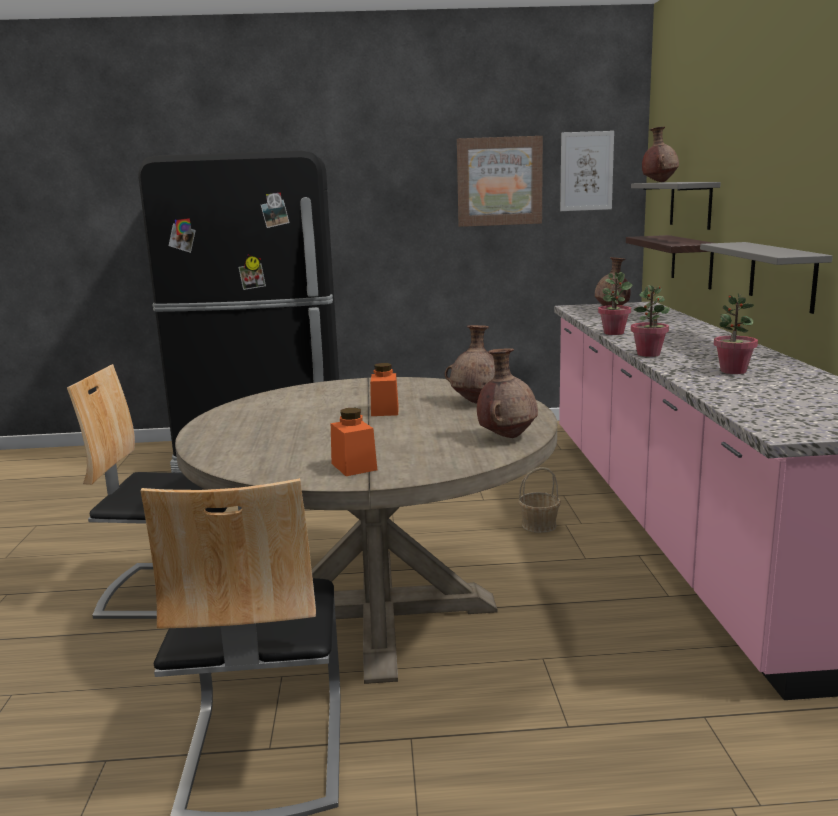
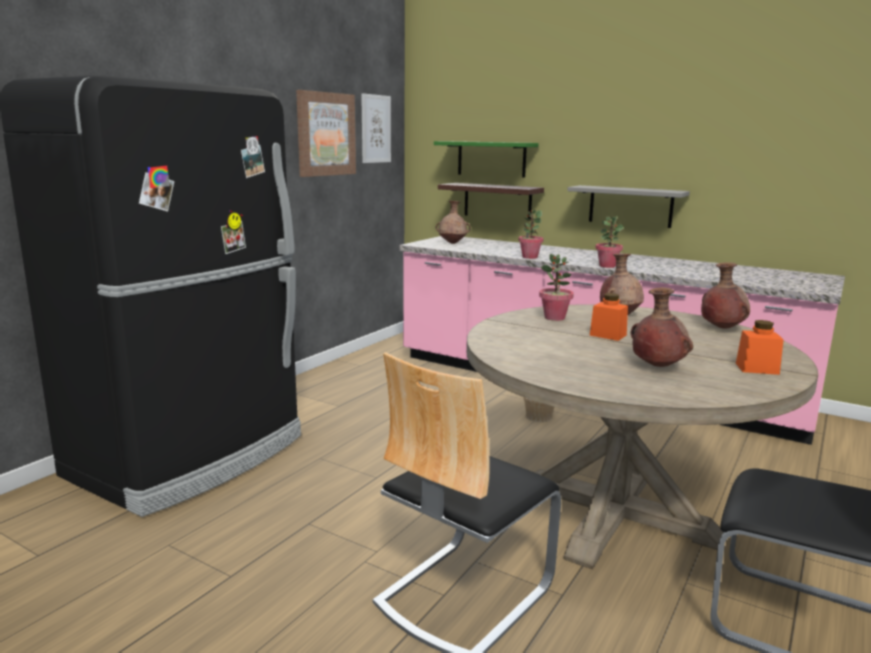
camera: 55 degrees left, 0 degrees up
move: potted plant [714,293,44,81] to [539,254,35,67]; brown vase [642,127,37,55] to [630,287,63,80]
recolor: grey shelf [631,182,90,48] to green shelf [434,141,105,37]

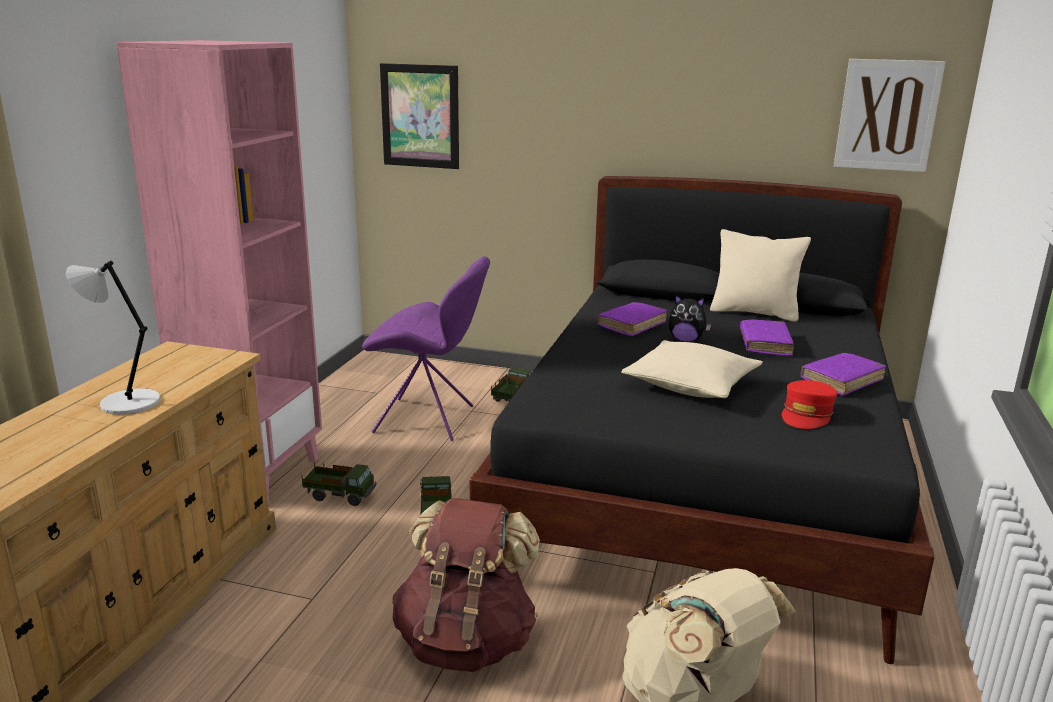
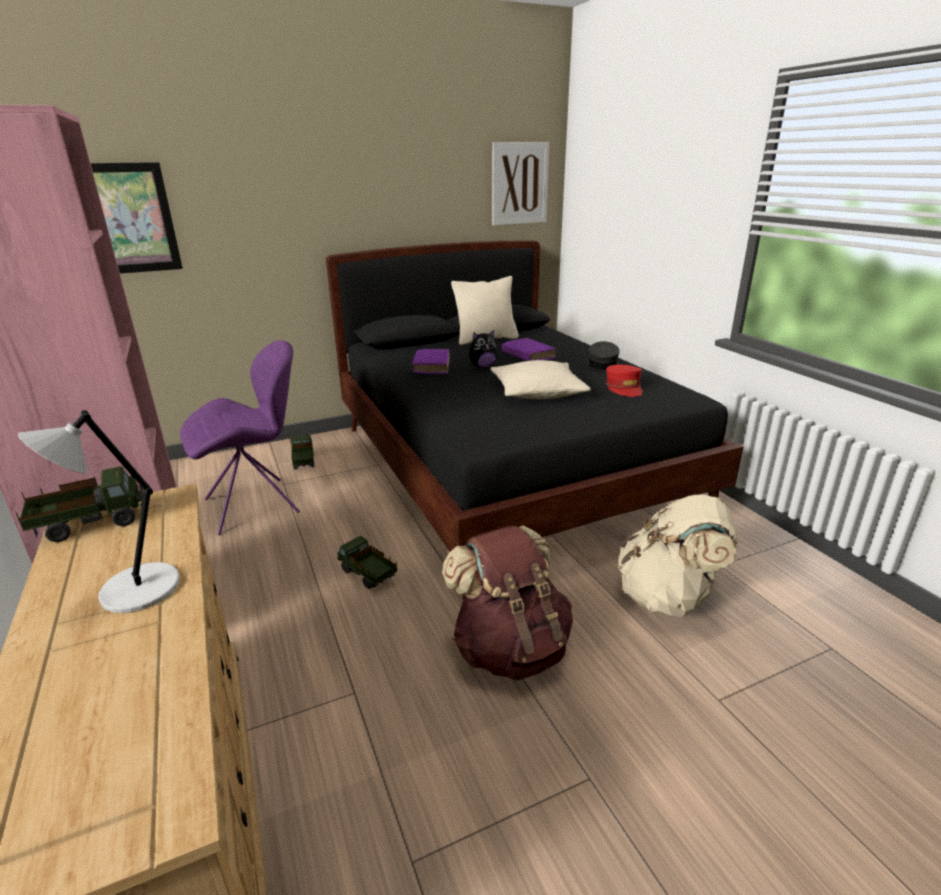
camera: 40 degrees left, 5 degrees up
move: toy truck [302,462,74,44] to [16,467,128,75]
replace: purple book [801,353,85,43] to grey cap [588,341,32,29]

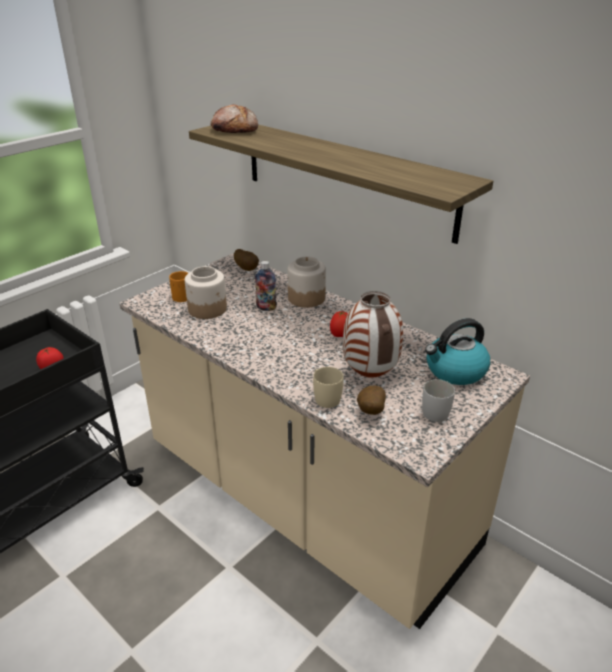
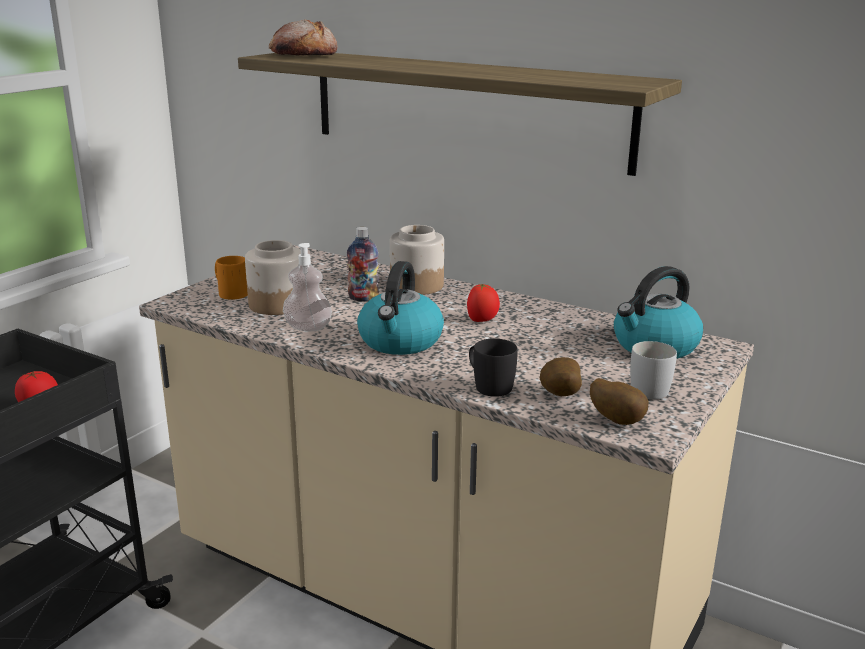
camera: 10 degrees left, 10 degrees down
delete: vase [343,291,60,87]
insert: soap dispenser [283,243,49,89]; kettle [357,261,87,94]
move: potato [234,249,25,22] to [590,378,59,47]
recolor: beige mug [313,367,31,41] to black mug [469,338,49,59]

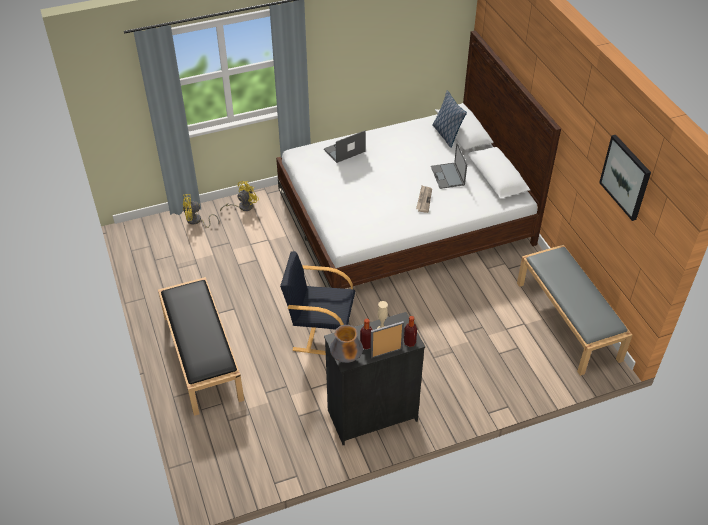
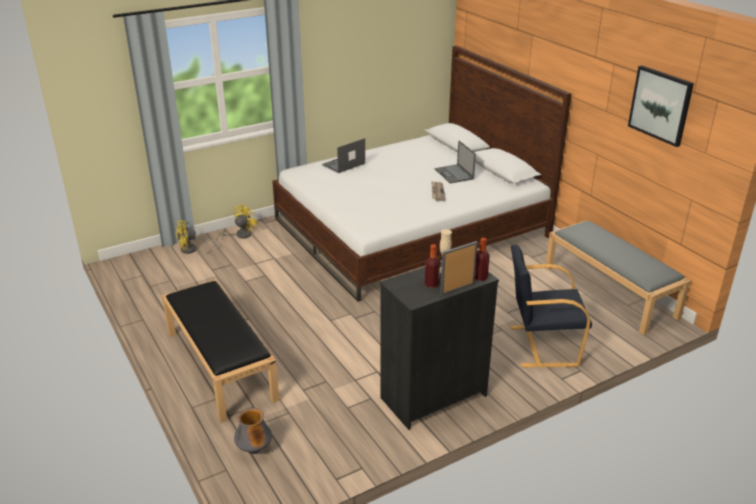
camera: 10 degrees left, 15 degrees down
delete: pillow [433,91,34,57]
move: vase [330,325,33,38] to [234,408,38,46]; black armchair [280,251,75,104] to [510,245,82,122]

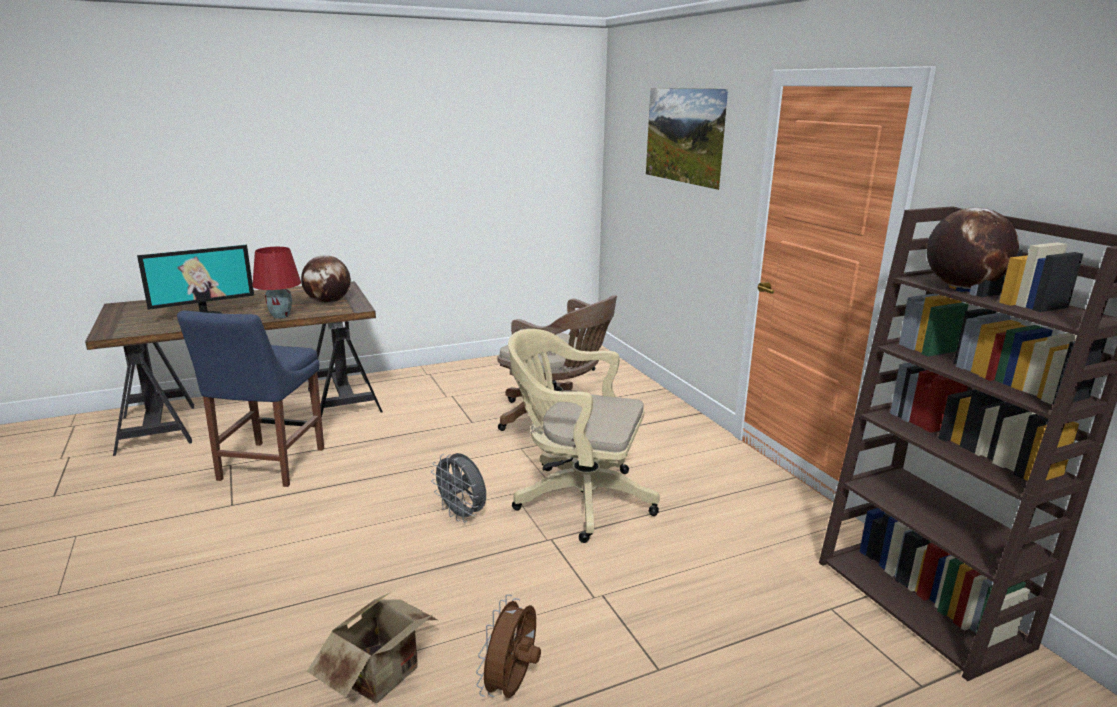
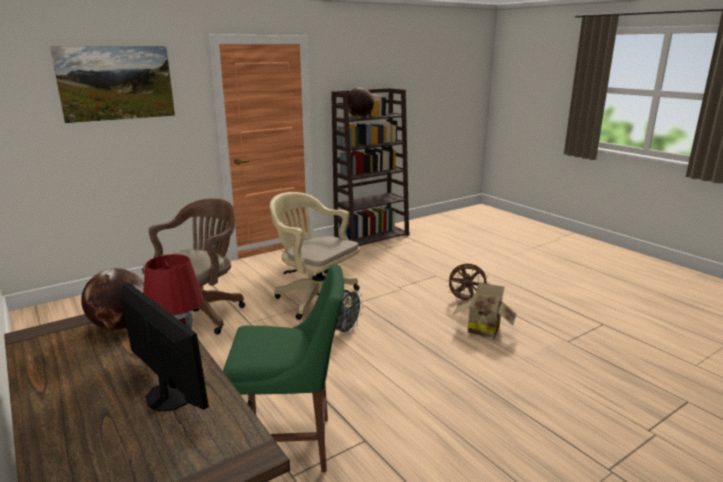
camera: 100 degrees left, 0 degrees up
recolor: blue chair [177,310,147,177] to green chair [223,264,121,208]
rotate: beige office chair [508,329,152,214] = [270,192,90,128] 120 degrees clockwise

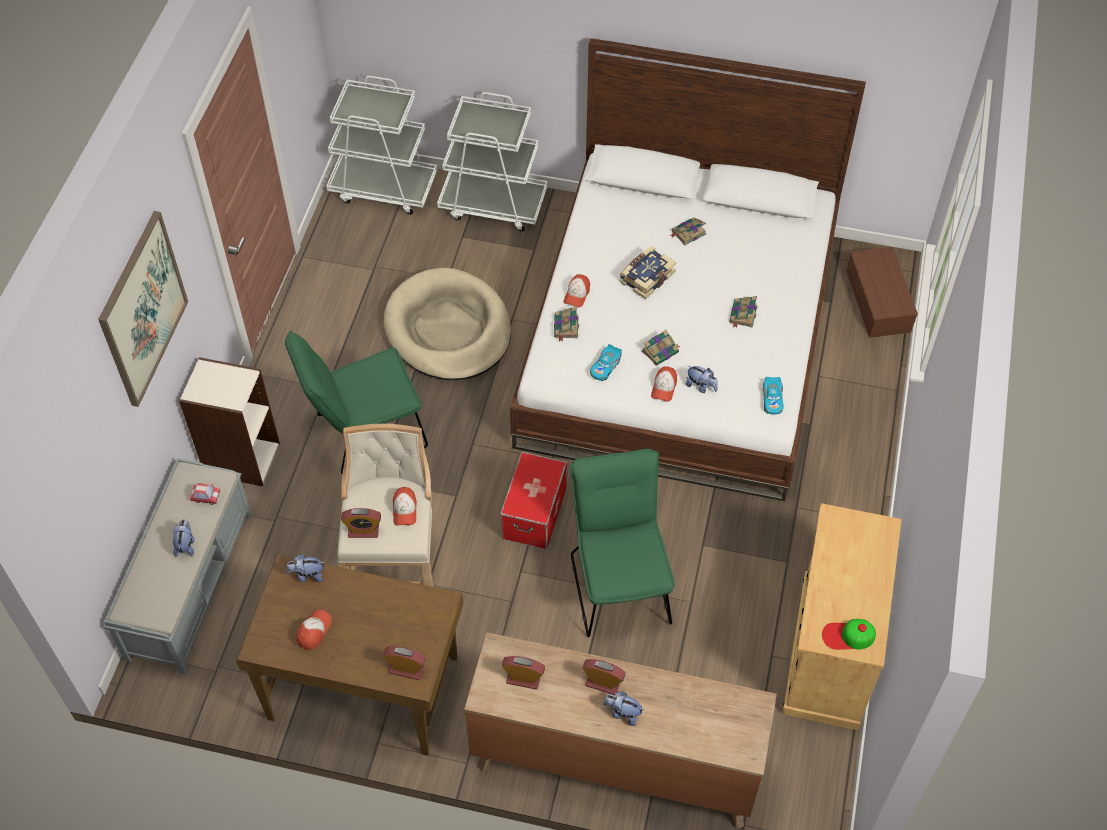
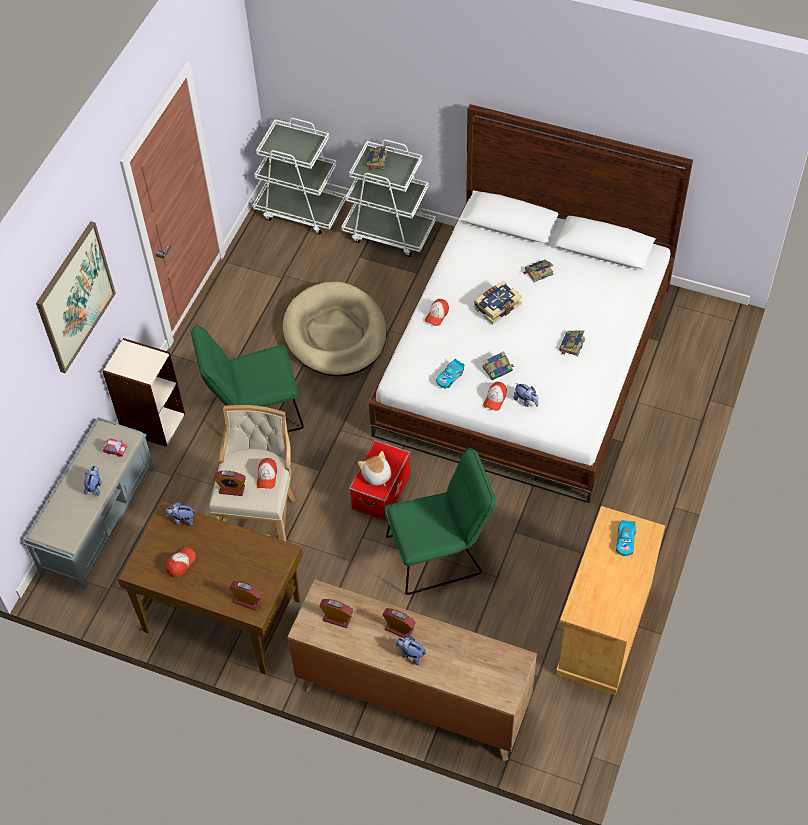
camera: 10 degrees right, 0 degrees up
delete: cap [822,619,54,31]; brown storage box [846,247,72,91]
insert: plush toy [358,451,33,35]
move: book [554,306,25,35] to [366,145,22,25]; toy car [763,377,21,38] to [616,520,20,36]
rotate: green chair [570,449,105,188] = [385,447,111,148] 75 degrees clockwise

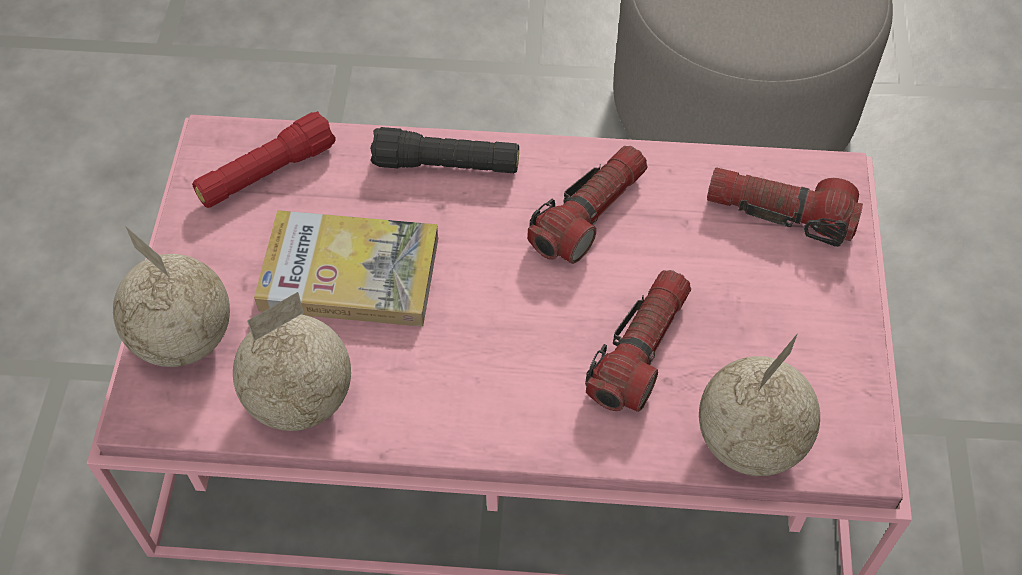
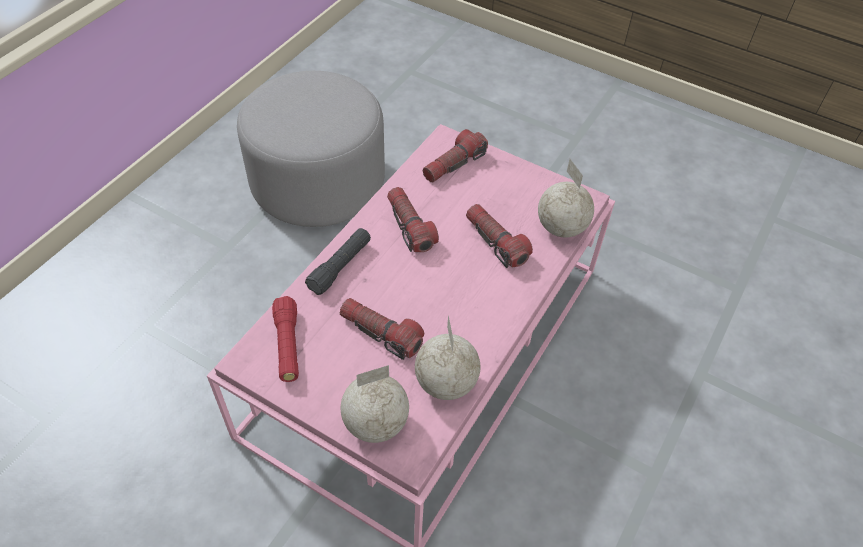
camera: 65 degrees left, 5 degrees down
replace: book [254,210,185,116] to flashlight [340,298,84,62]

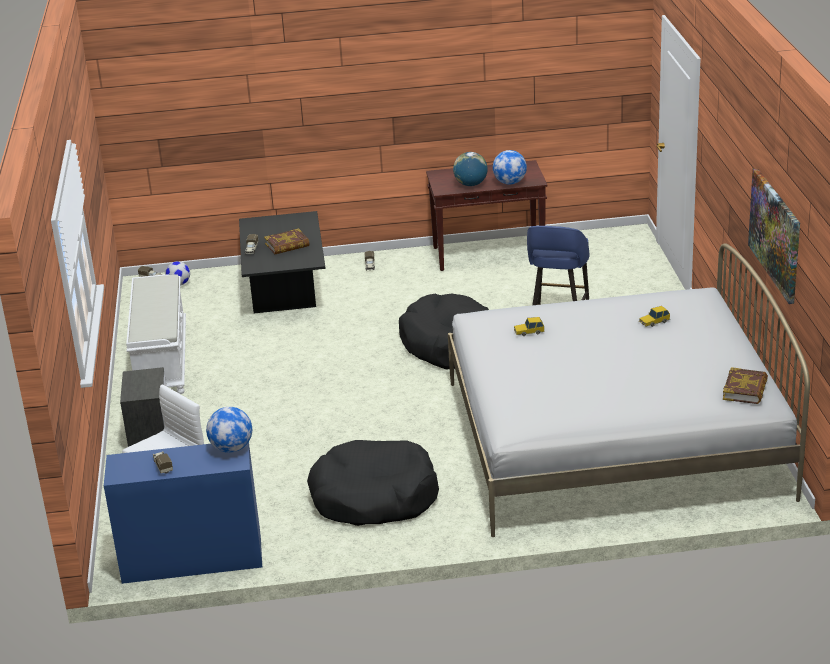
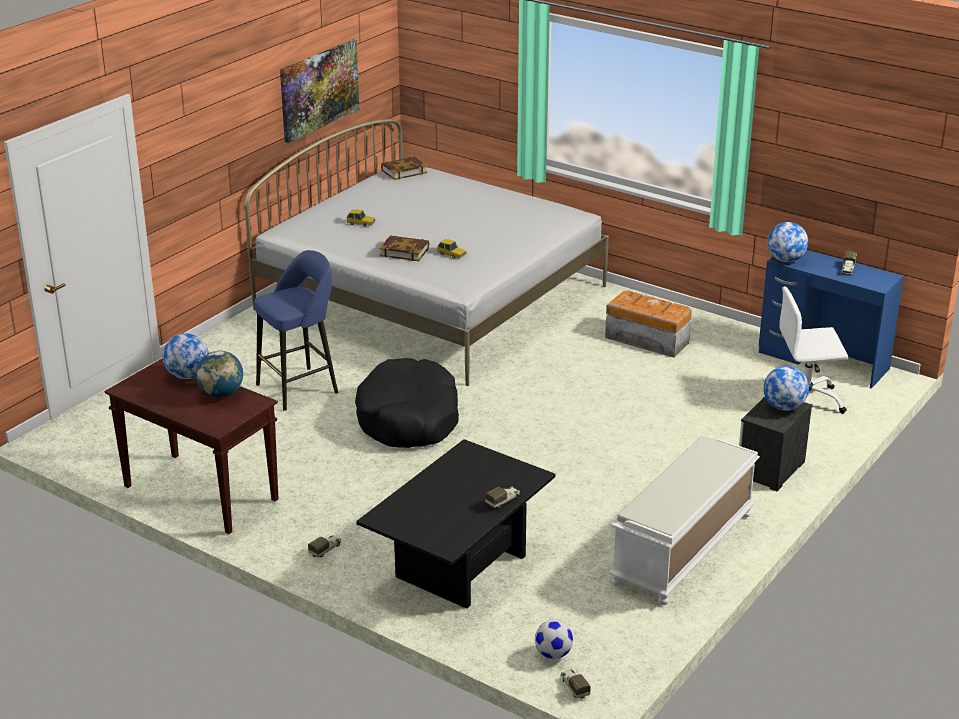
camera: 140 degrees left, 0 degrees up
insert: globe [764,366,45,45]
move: book [264,228,46,26] to [379,236,50,25]
replace: black dog bed [307,440,132,86] to storage box [605,291,87,67]

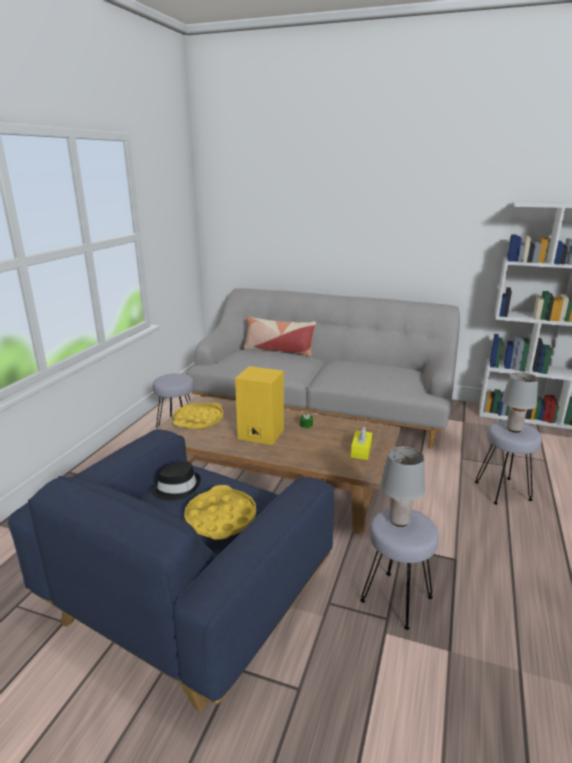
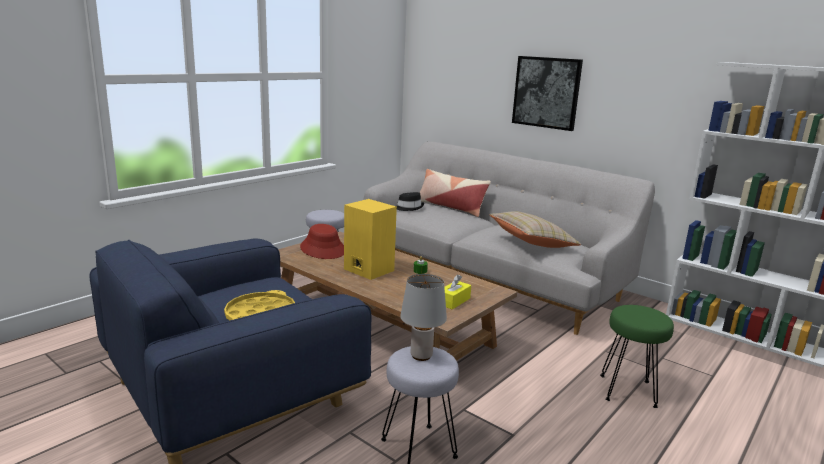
camera: 20 degrees right, 5 degrees down
delete: grey table lamp [502,372,36,61]
insert: beige pillow [489,211,92,37]; picture [512,56,71,75]
move: black hat [151,461,50,40] to [396,192,28,19]
replace: yellow tray [173,403,50,27] to red hat [300,224,44,35]
recolor: grey stool [475,421,67,84] to green stool [600,305,74,103]

